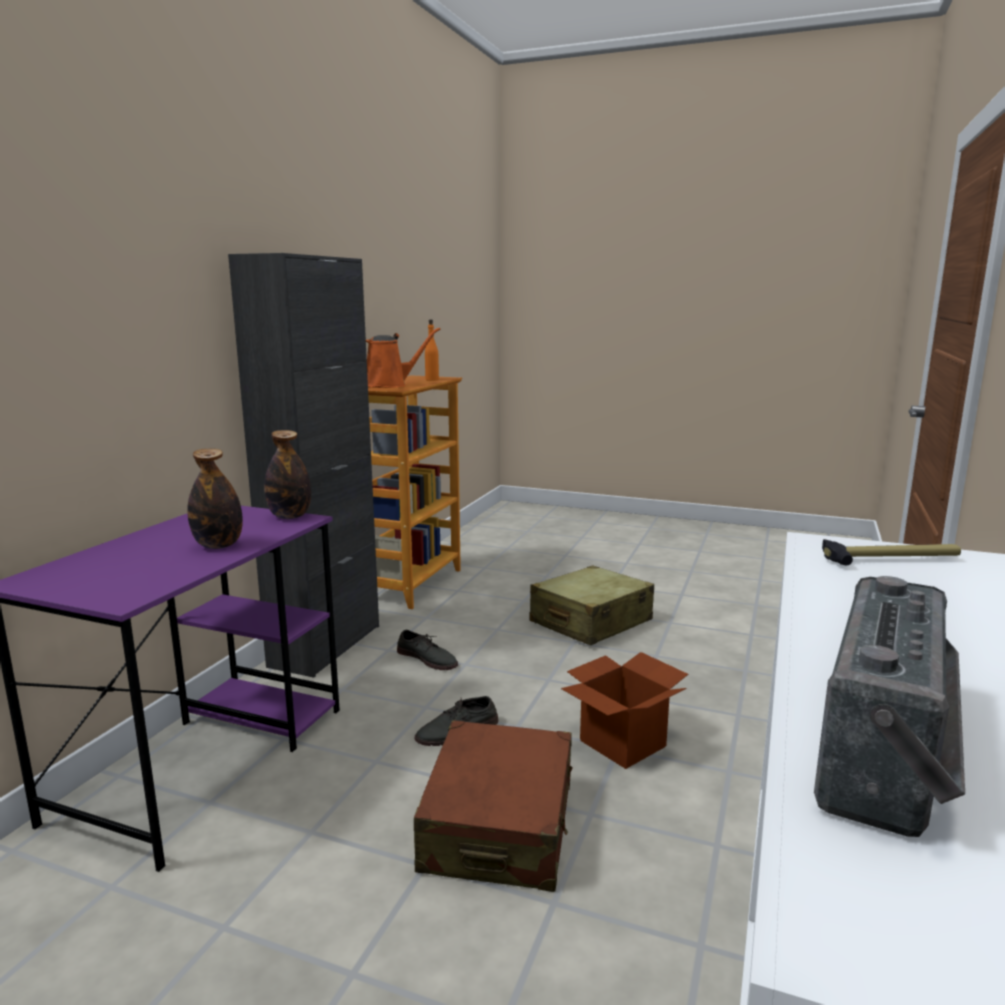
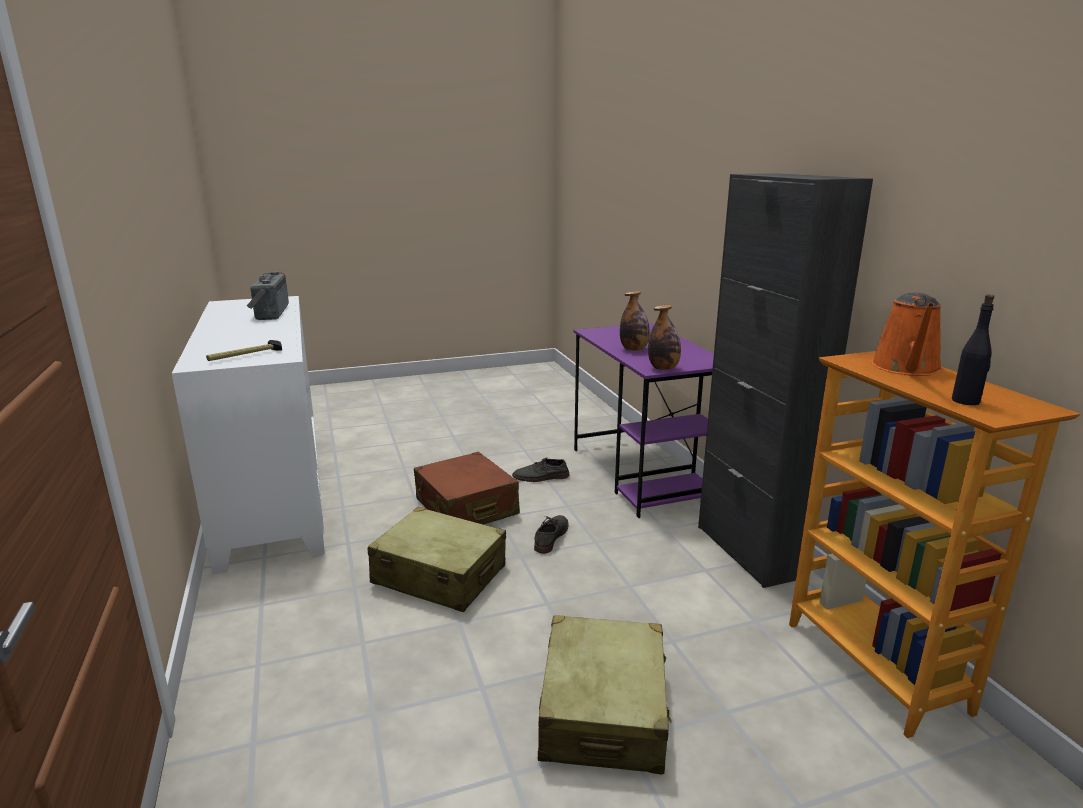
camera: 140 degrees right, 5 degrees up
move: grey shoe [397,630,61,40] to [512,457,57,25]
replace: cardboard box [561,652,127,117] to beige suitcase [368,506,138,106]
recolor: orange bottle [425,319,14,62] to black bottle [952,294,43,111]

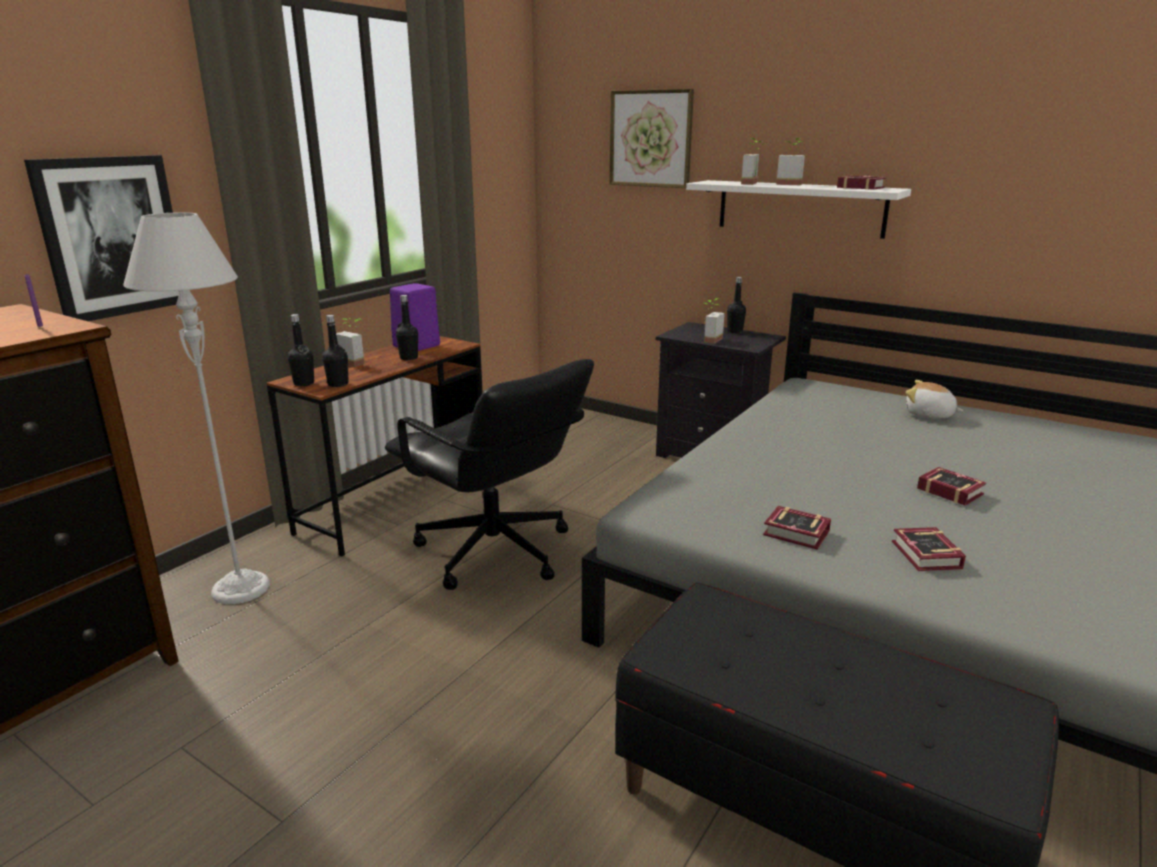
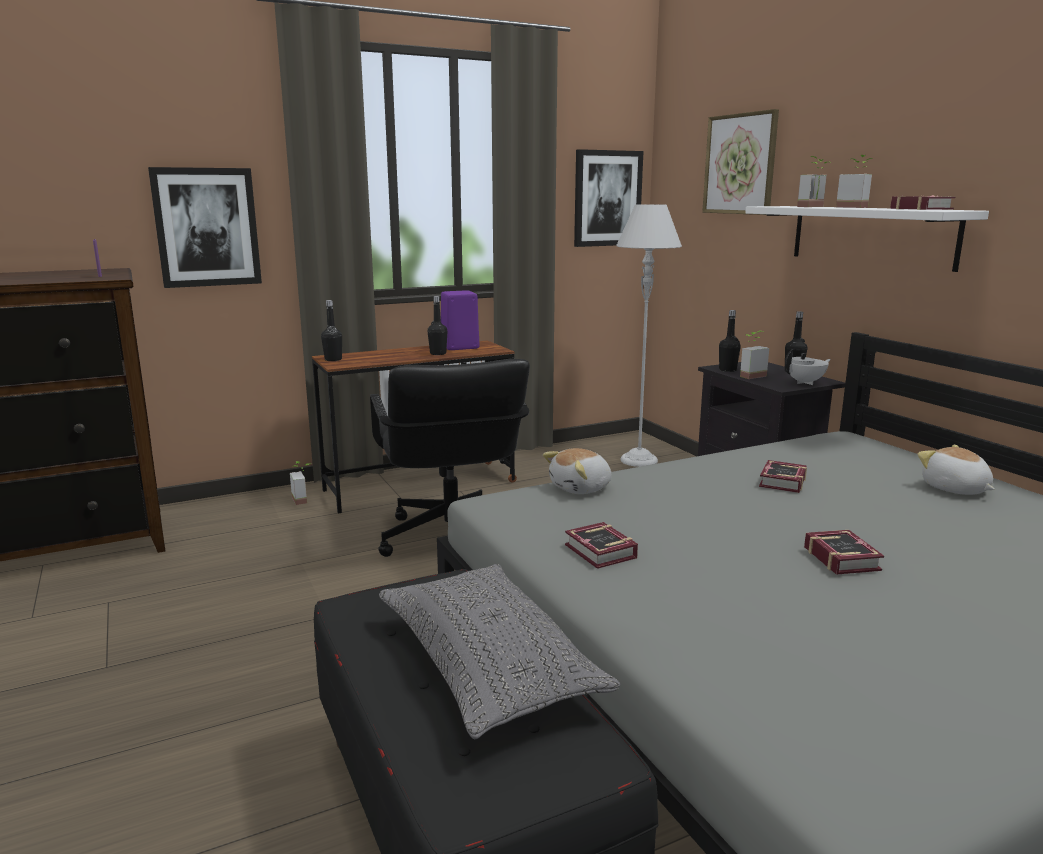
camera: 30 degrees right, 5 degrees down
insert: grey pillow [379,564,241,175]; plush toy [543,448,69,46]; picture [574,149,69,98]; white teapot [785,349,46,36]
move: potted plant [336,318,29,49] to [290,461,20,44]; grey floor lamp [123,212,147,392] to [616,204,66,263]; black bottle [322,315,26,72] to [719,310,22,62]; book [892,527,74,44] to [759,460,48,33]

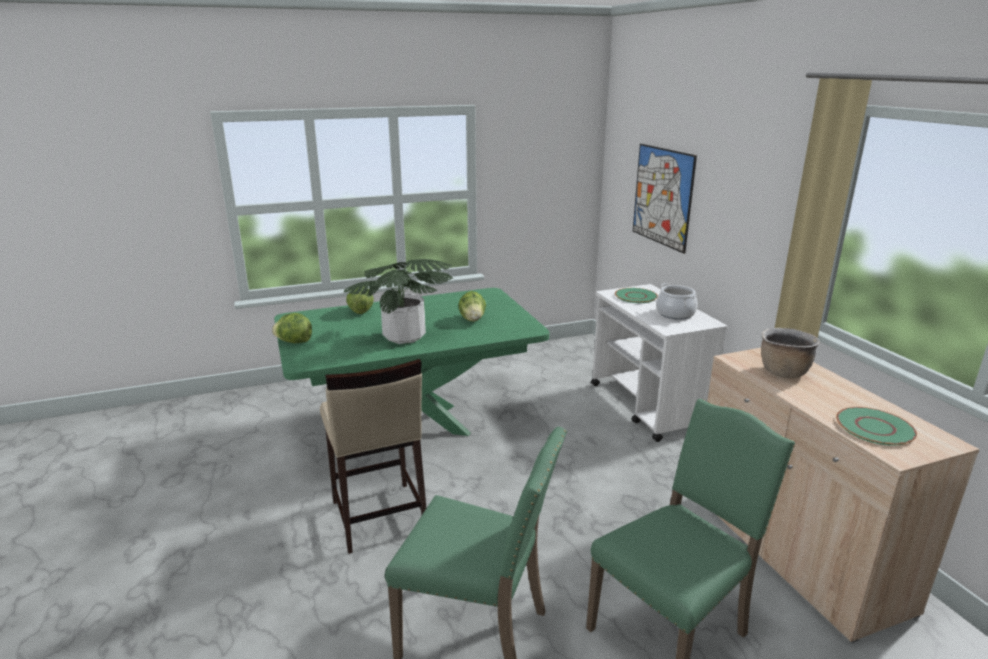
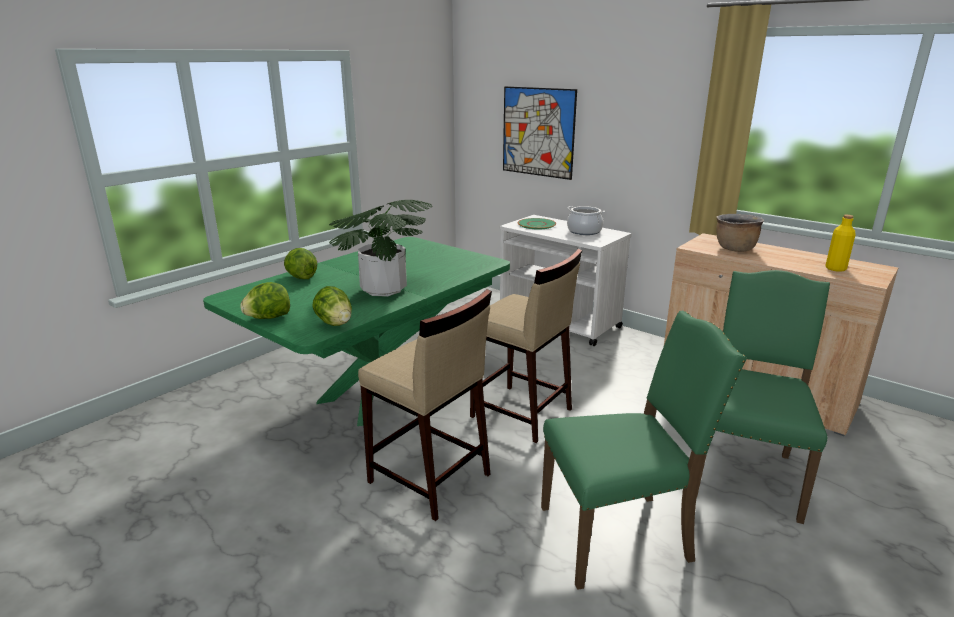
camera: 30 degrees left, 0 degrees up
insert: beige stool [470,249,112,194]
move: lettuce [458,291,28,31] to [312,286,40,40]
replace: green plate [836,407,81,39] to yellow bottle [825,215,31,57]

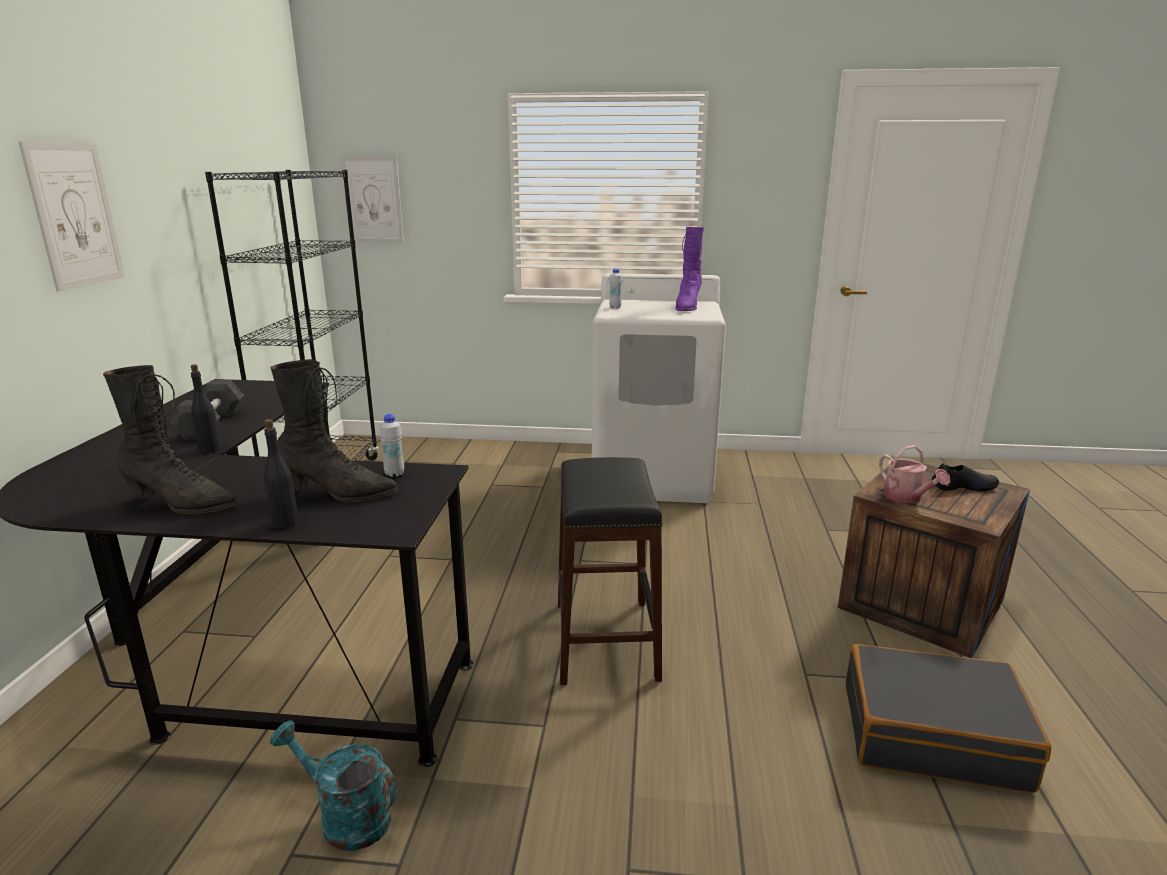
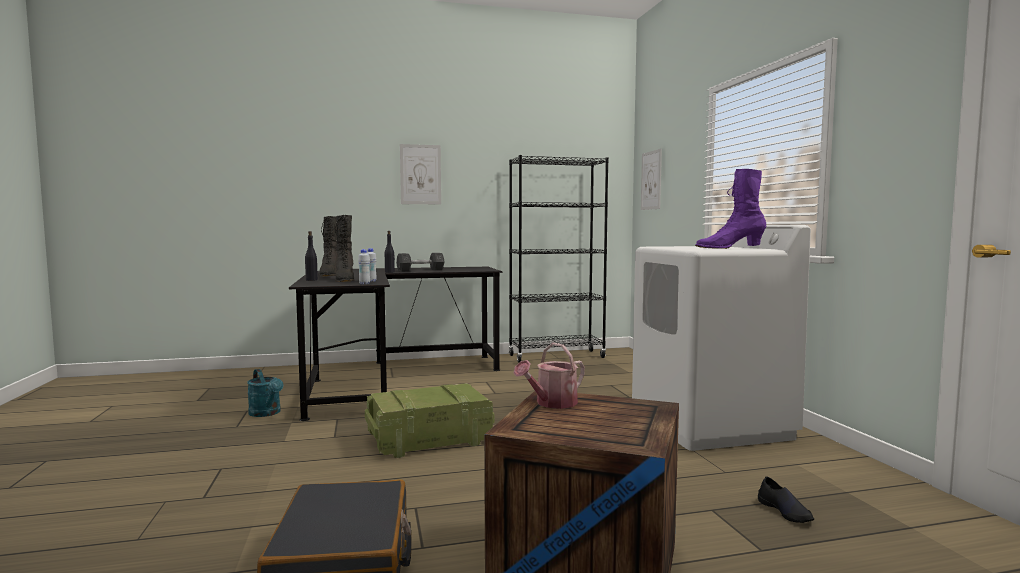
camera: 70 degrees right, 15 degrees down
move: white bottle [609,268,13,40] to [358,249,12,35]; black shoe [931,463,68,28] to [758,477,56,46]
replace: black stool [558,457,104,228] to crate [365,383,129,75]
rotate: turquoise watering can [270,720,127,131] = [247,369,36,48] 135 degrees clockwise

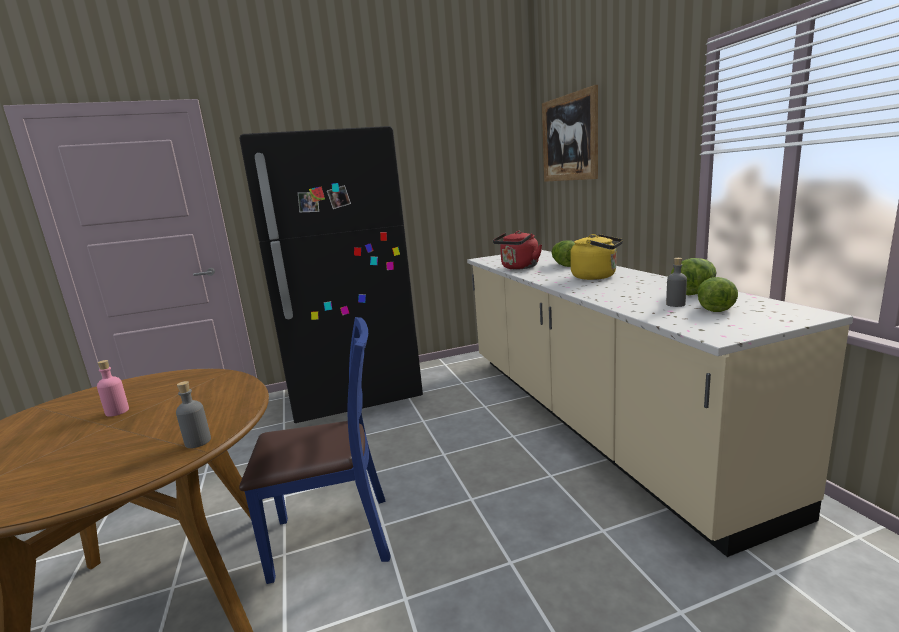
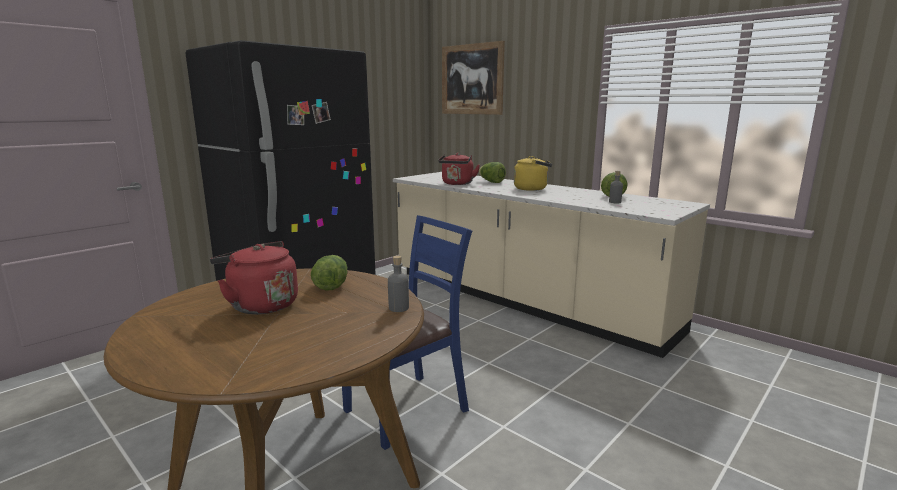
camera: 30 degrees left, 0 degrees up
move: lettuce [697,277,41,35] to [311,255,37,36]
replace: pink bottle [97,360,32,57] to red kettle [210,241,88,73]

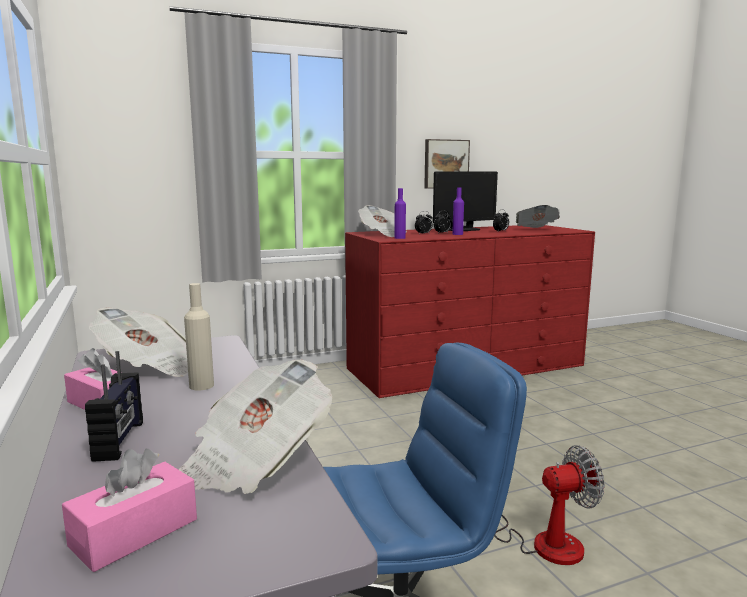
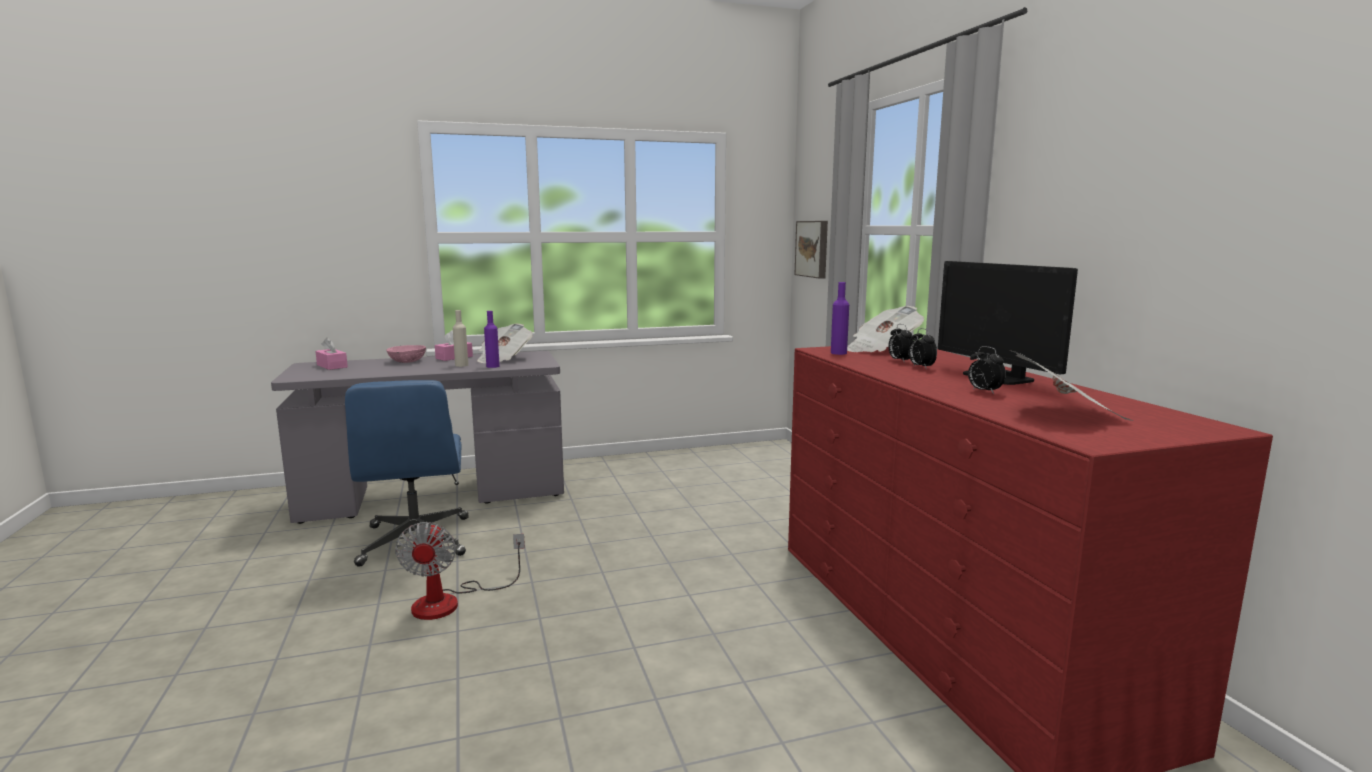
camera: 95 degrees right, 0 degrees up
delete: newspaper [179,359,153,135]
move: purple bottle [452,187,12,48] to [484,311,16,57]; picture [424,139,46,50] to [794,221,34,58]
replace: radio [85,351,58,111] to pink bowl [386,345,40,18]

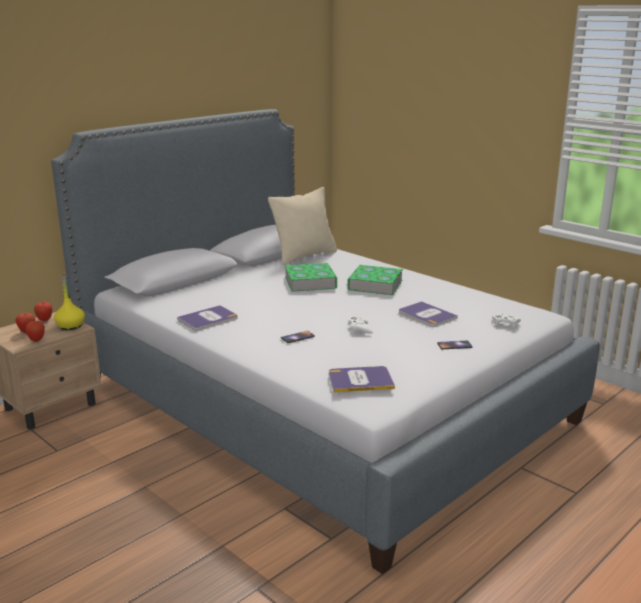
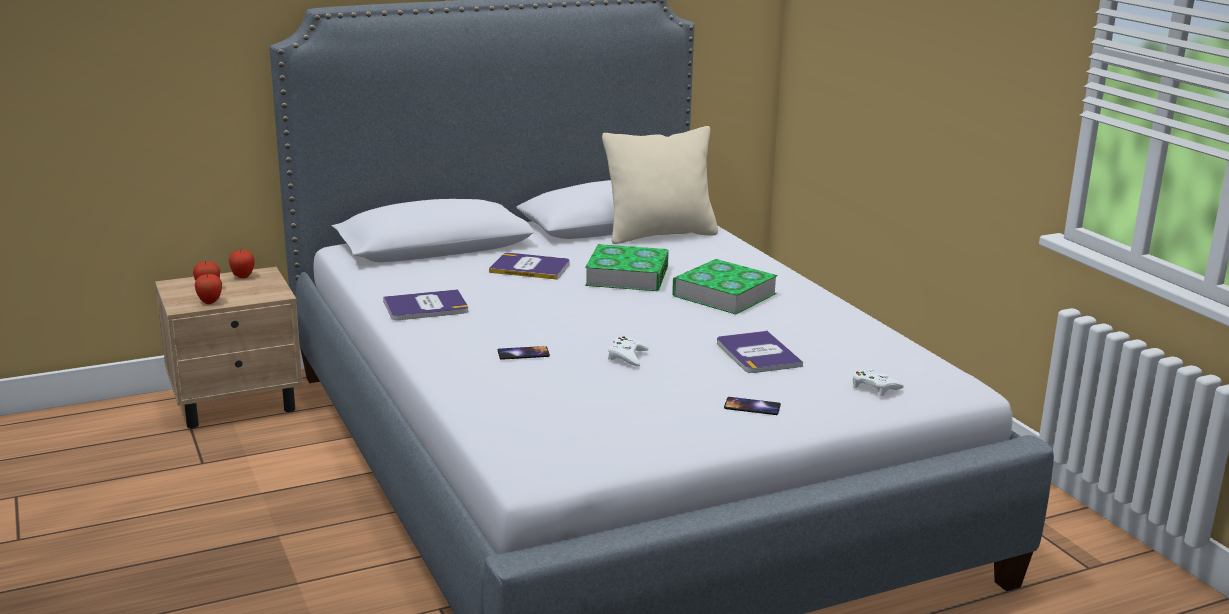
camera: 20 degrees right, 0 degrees up
delete: yellow bottle [54,273,31,57]
move: book [329,366,66,27] to [489,253,81,27]

